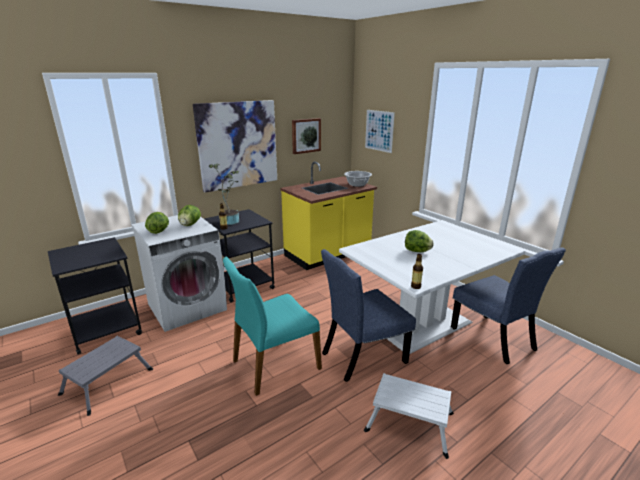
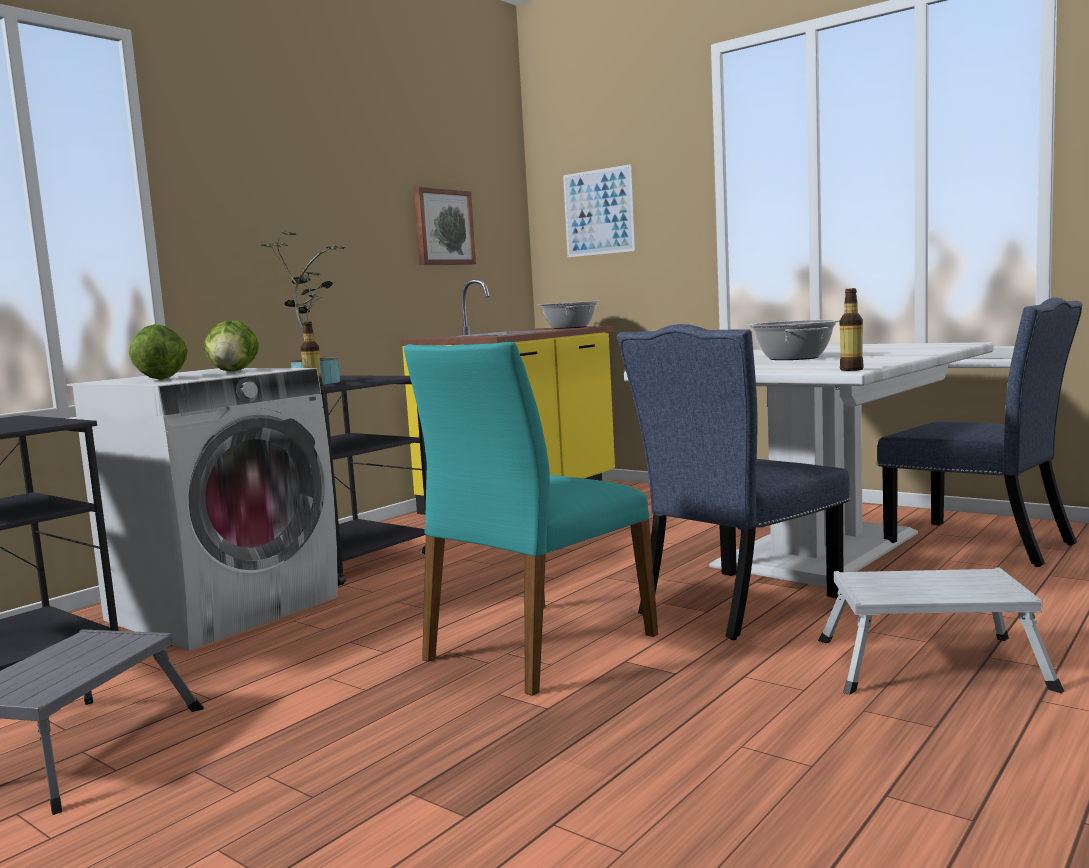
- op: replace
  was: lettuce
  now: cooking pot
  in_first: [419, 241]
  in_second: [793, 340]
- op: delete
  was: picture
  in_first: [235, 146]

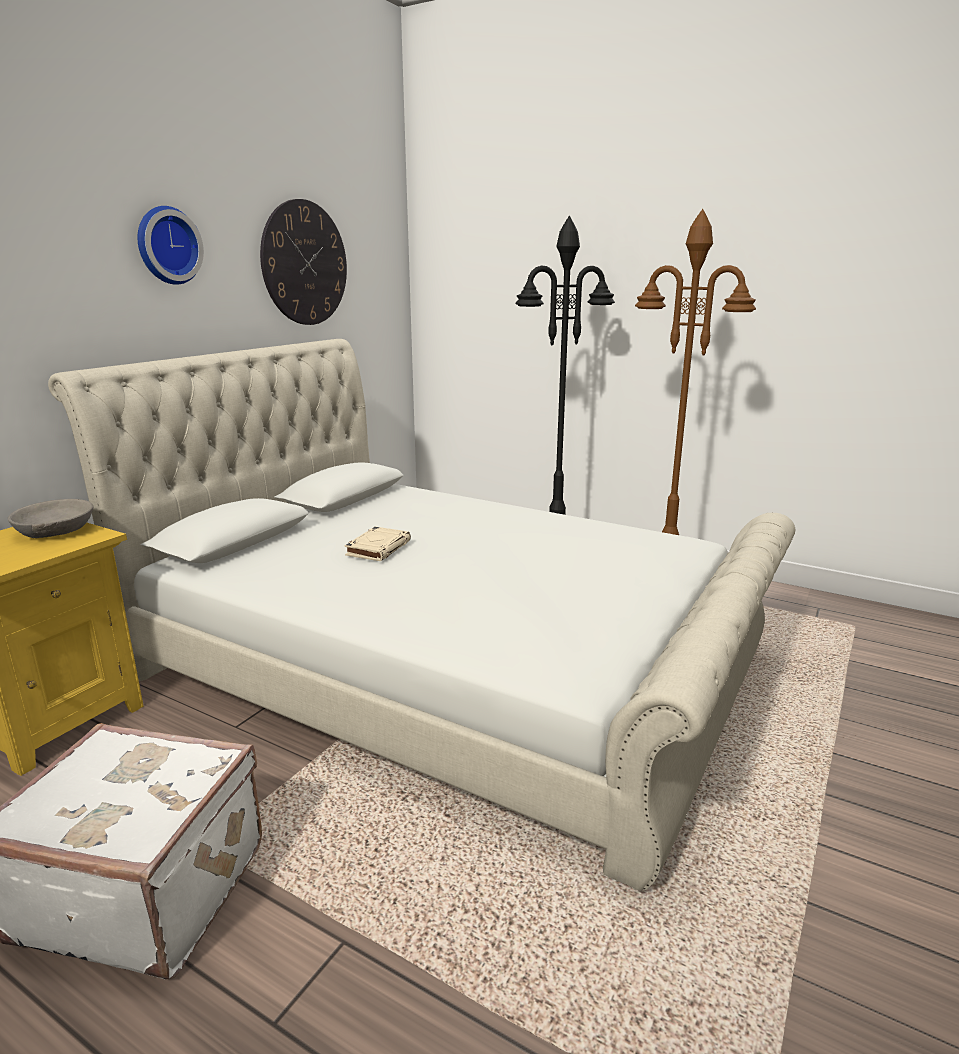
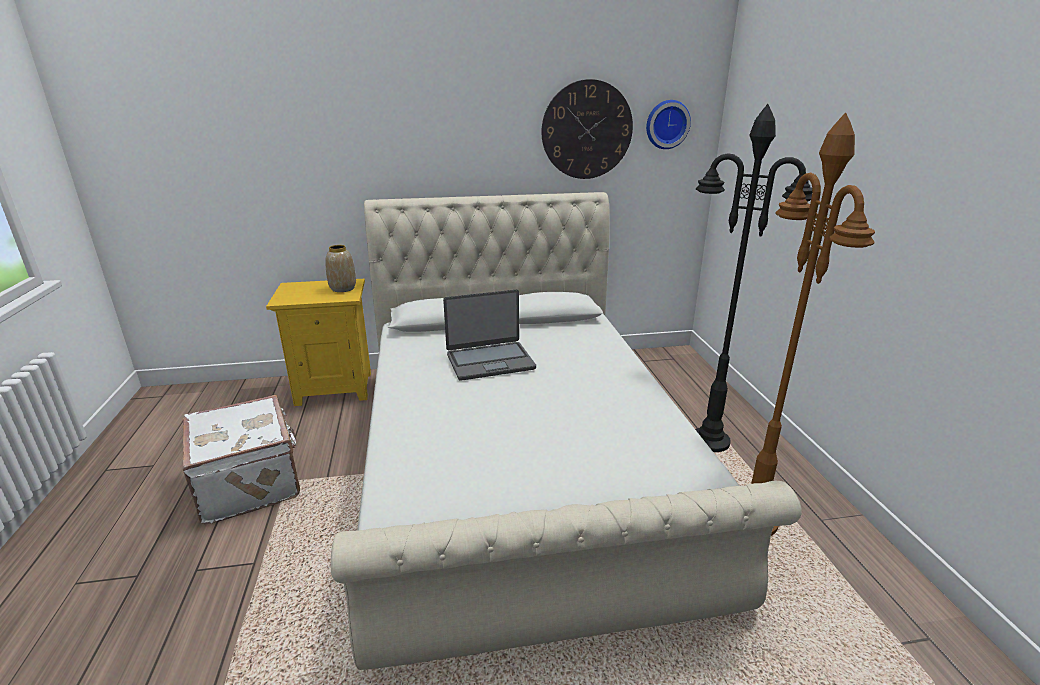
- op: replace
  was: bowl in grey
  now: vase
  in_first: [50, 518]
  in_second: [340, 268]
- op: replace
  was: book in beige
  now: laptop
  in_first: [378, 544]
  in_second: [489, 335]
- op: move
  was: wall clock
  in_first: [171, 245]
  in_second: [668, 124]

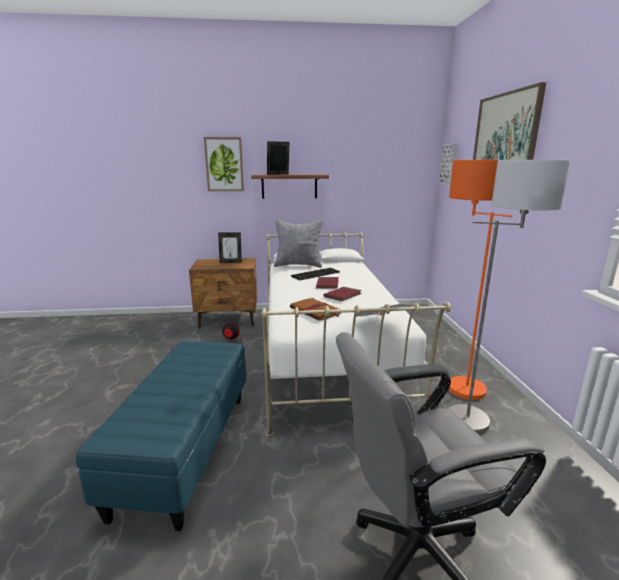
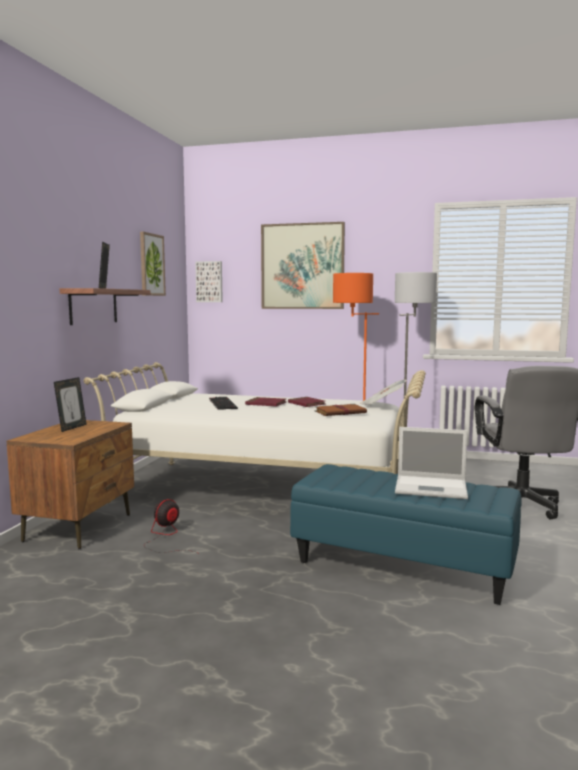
- op: move
  was: picture
  in_first: [224, 164]
  in_second: [153, 264]
- op: insert
  now: laptop
  in_second: [431, 463]
- op: delete
  was: pillow in grey
  in_first: [298, 244]

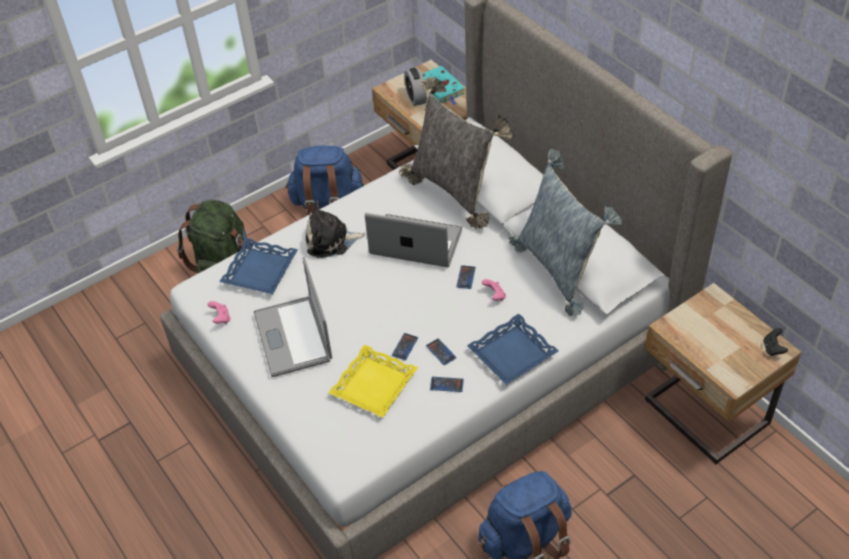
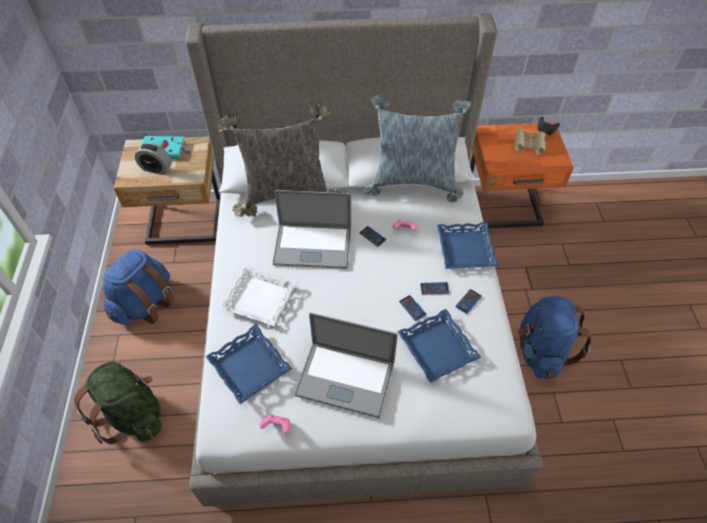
- op: replace
  was: plush toy
  now: tray in white
  in_first: [335, 229]
  in_second: [258, 295]
- op: rotate
  was: laptop
  in_first: [413, 240]
  in_second: [312, 229]
  clockwise: -135
- op: recolor
  was: tray in yellow
  now: tray in blue
  in_first: [373, 381]
  in_second: [439, 346]
- op: recolor
  was: nightstand in beige
  now: nightstand in orange
  in_first: [723, 373]
  in_second: [522, 175]
- op: insert
  now: binoculars in beige
  in_second: [529, 141]

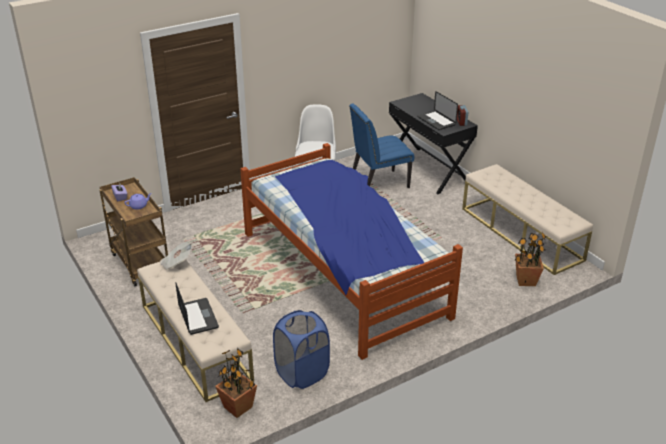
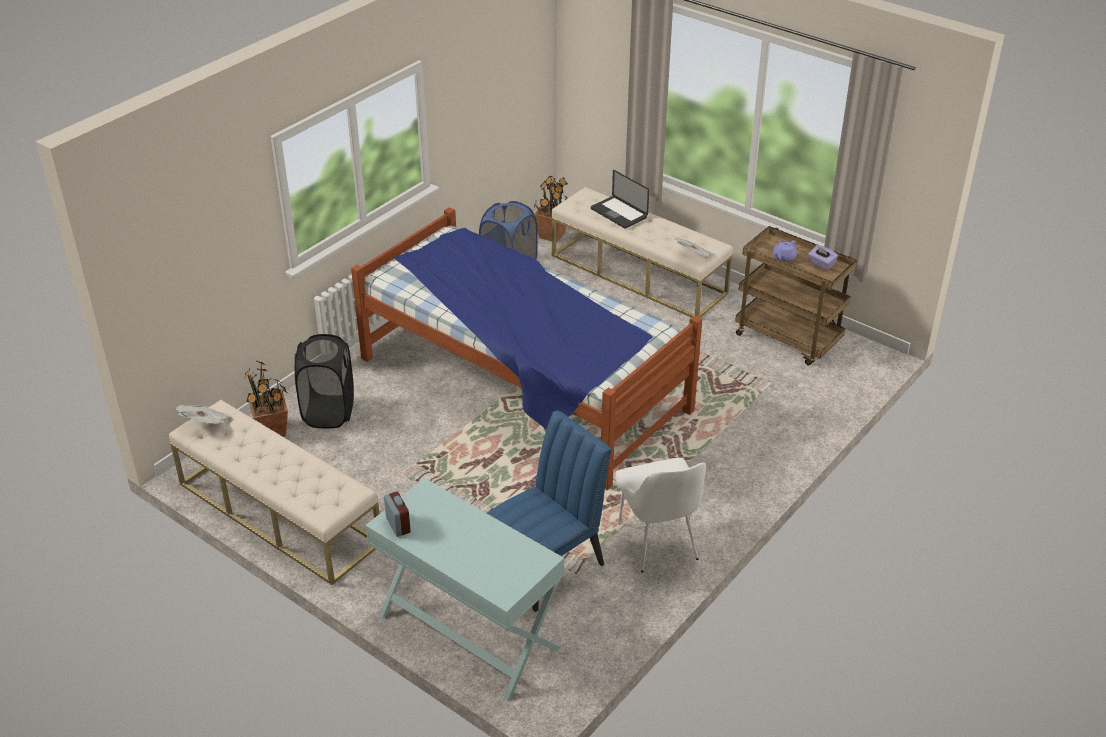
- op: insert
  now: newspaper
  in_second: [202, 414]
- op: insert
  now: laundry basket in black
  in_second: [324, 381]
- op: recolor
  was: desk in black
  now: desk in turquoise
  in_first: [433, 143]
  in_second: [464, 589]
- op: delete
  was: laptop
  in_first: [437, 110]

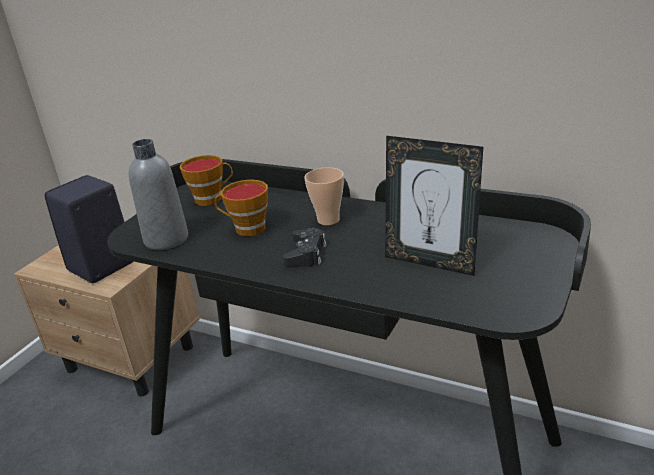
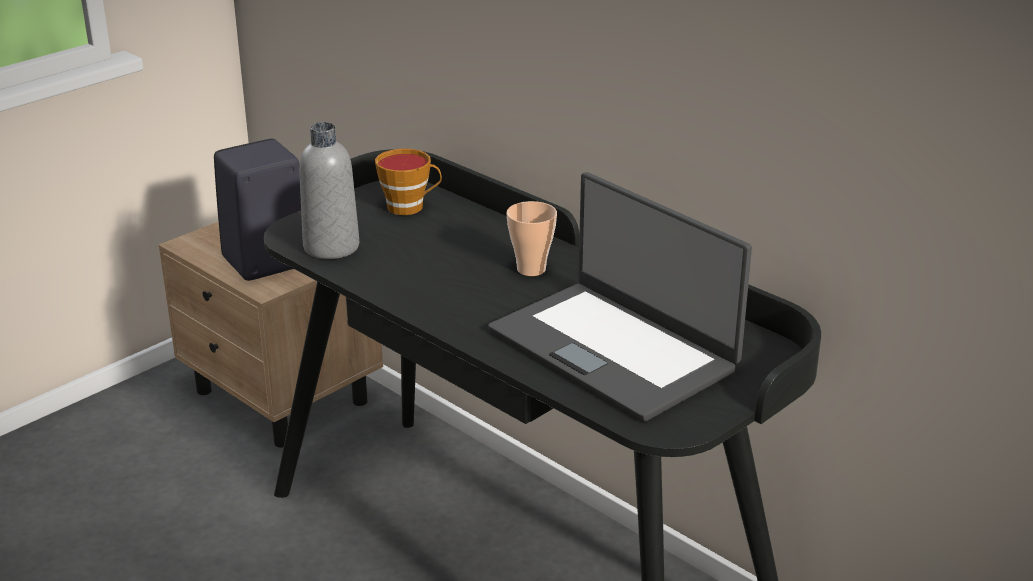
- op: replace
  was: picture frame
  now: laptop
  in_first: [434, 206]
  in_second: [620, 297]
- op: delete
  was: cup
  in_first: [241, 208]
- op: delete
  was: game controller in black
  in_first: [305, 247]

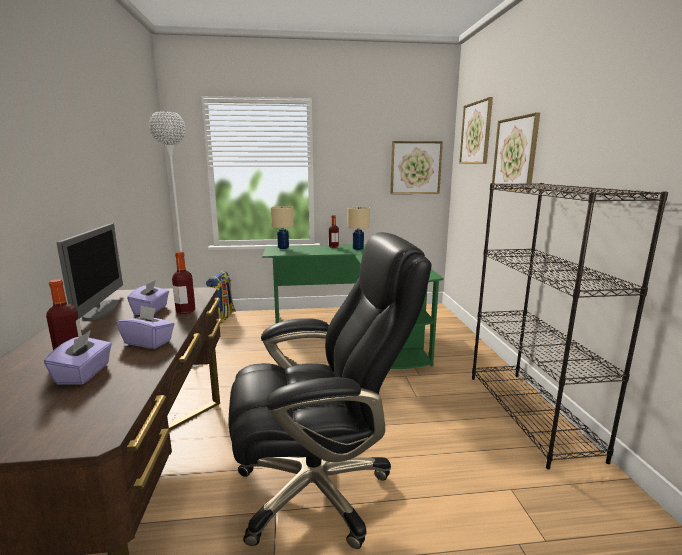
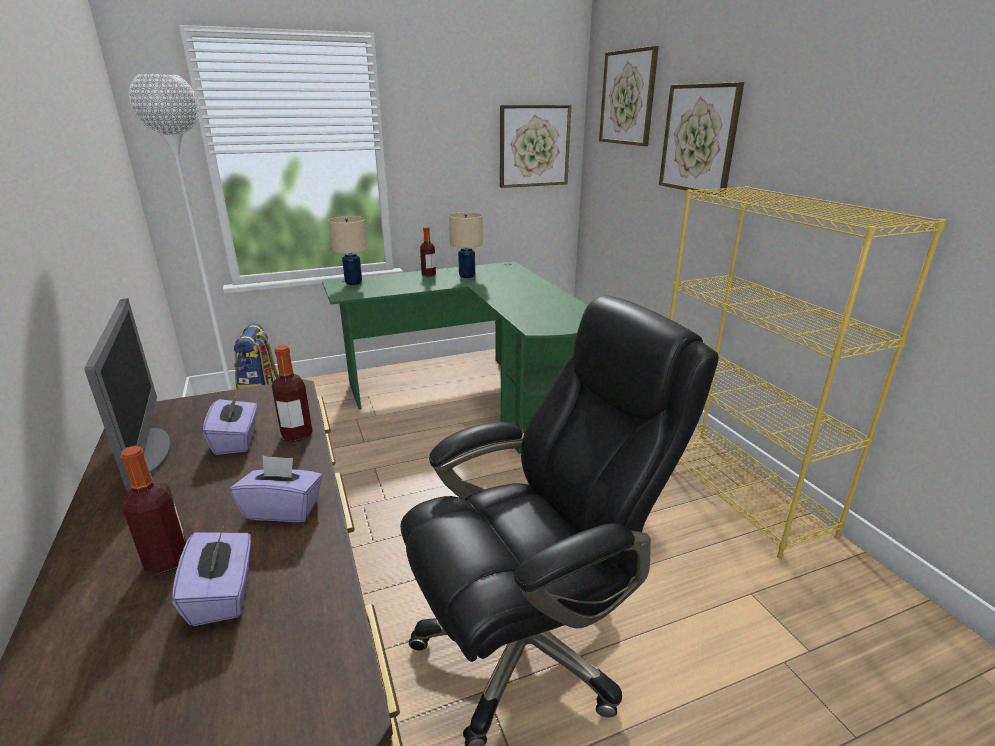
- op: recolor
  was: bookcase in black
  now: bookcase in yellow
  in_first: [570, 326]
  in_second: [807, 372]

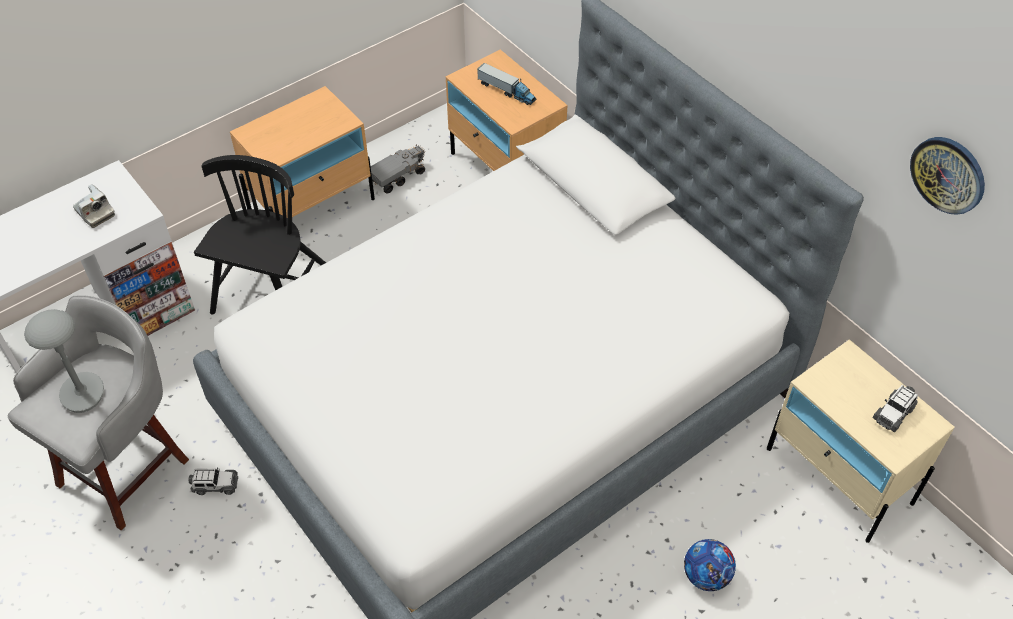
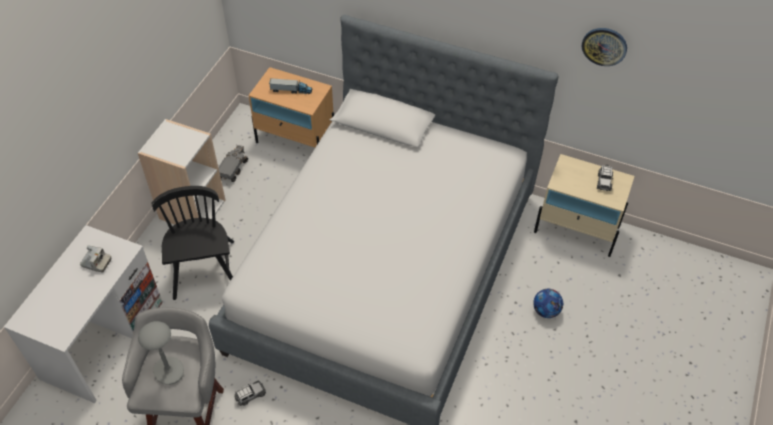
- op: replace
  was: nightstand in beige
  now: bookcase
  in_first: [302, 151]
  in_second: [182, 172]

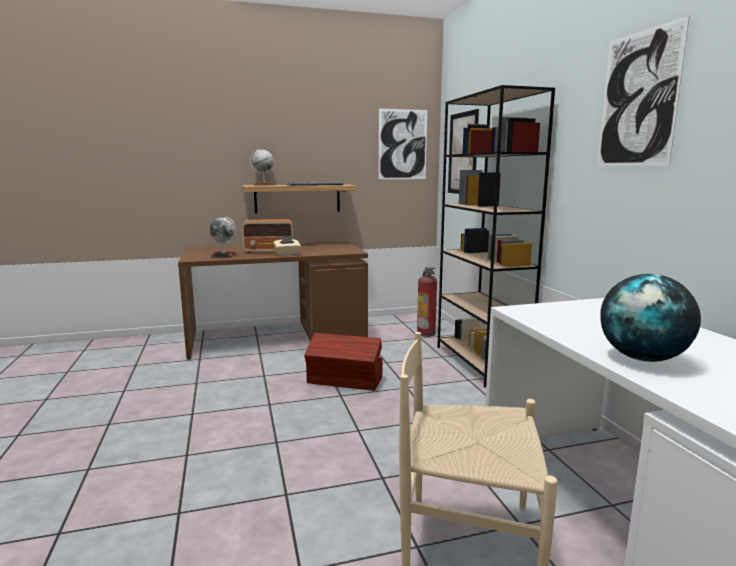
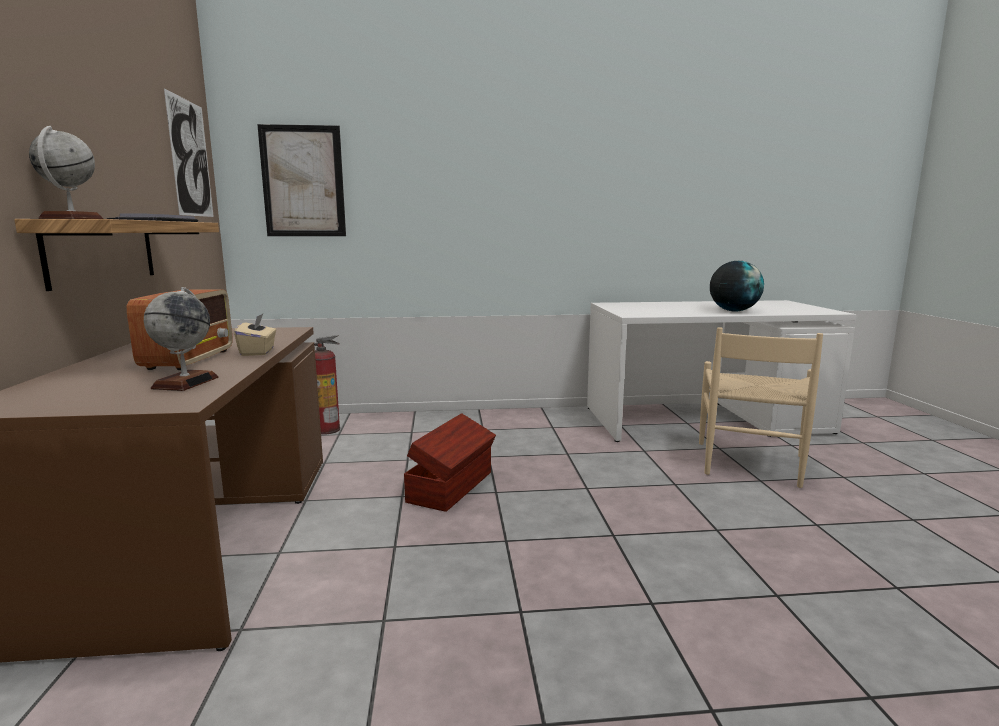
- op: delete
  was: bookcase in beige
  in_first: [496, 236]
- op: delete
  was: picture
  in_first: [643, 90]

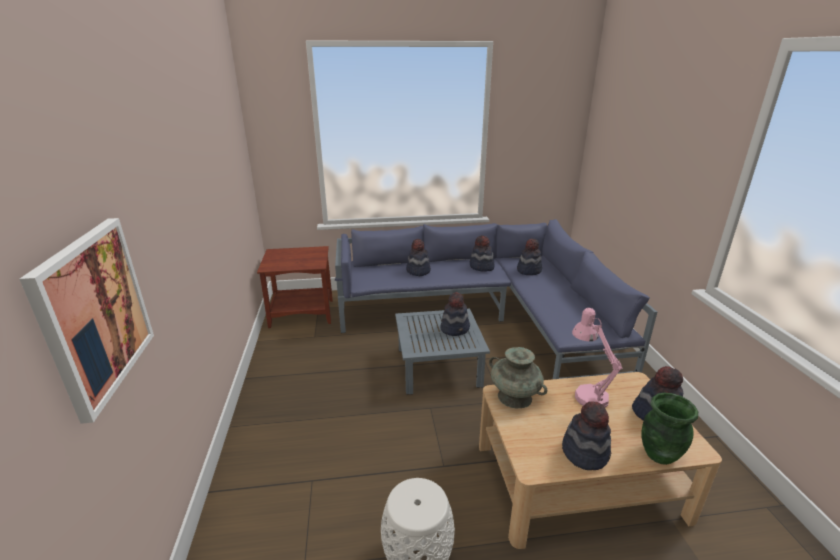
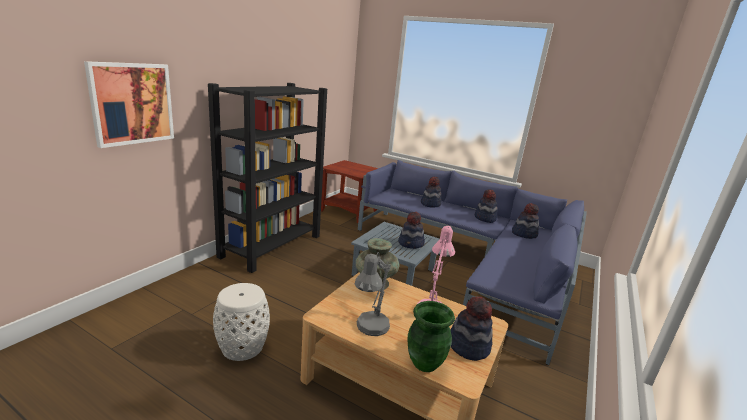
- op: insert
  now: bookcase in black
  in_second: [267, 178]
- op: replace
  was: hat
  now: table lamp in grey
  in_first: [586, 435]
  in_second: [373, 294]

